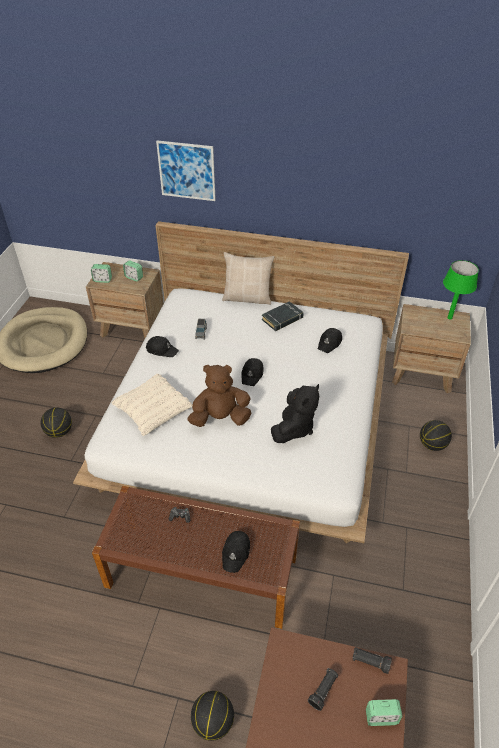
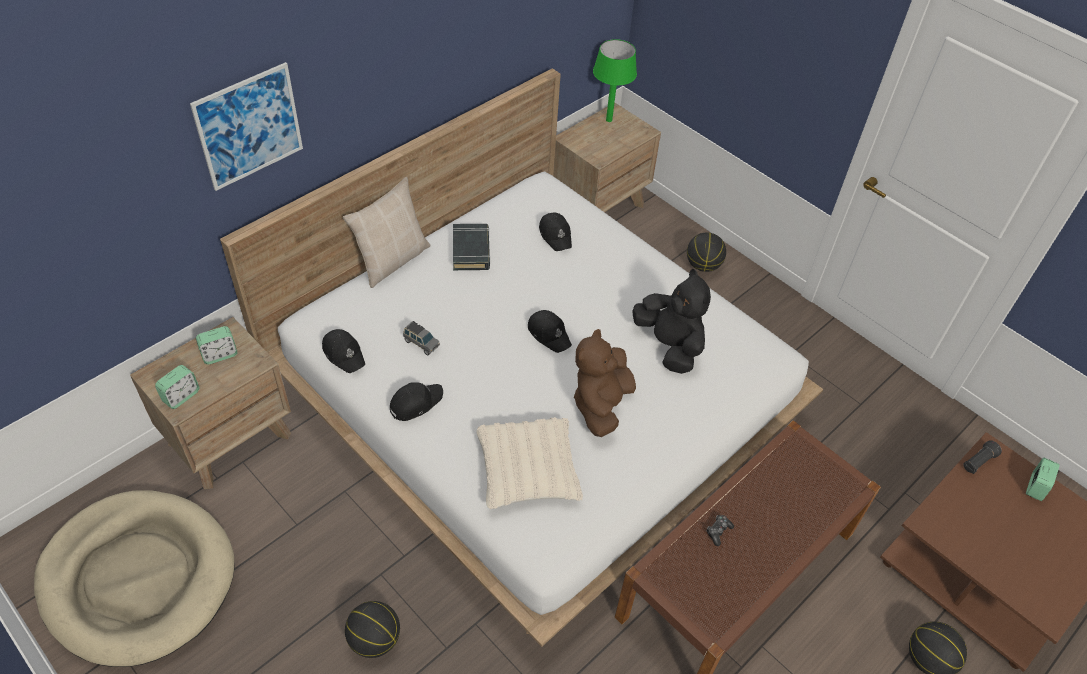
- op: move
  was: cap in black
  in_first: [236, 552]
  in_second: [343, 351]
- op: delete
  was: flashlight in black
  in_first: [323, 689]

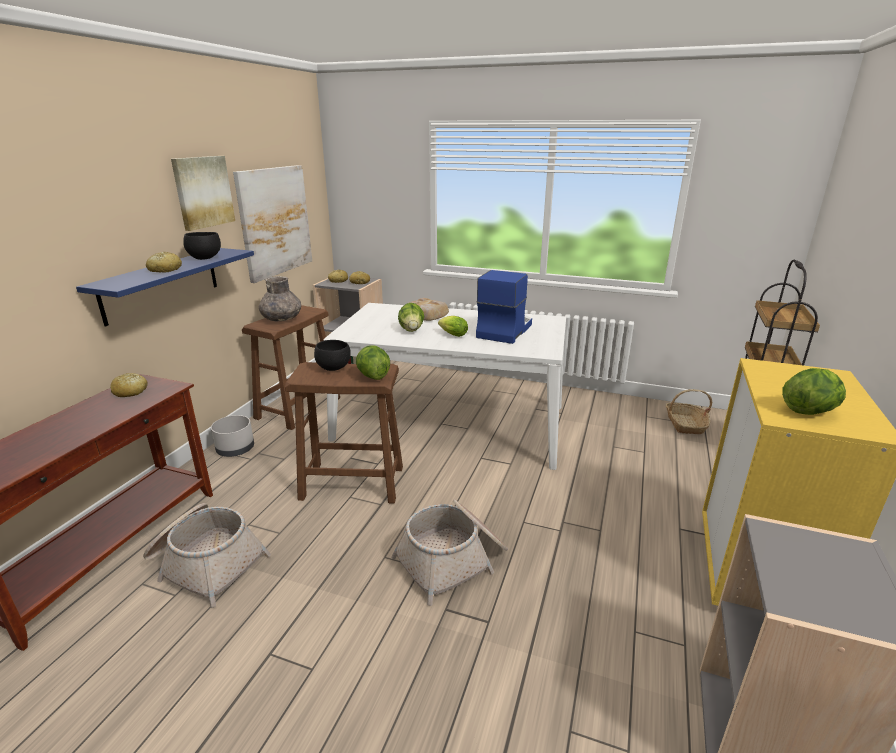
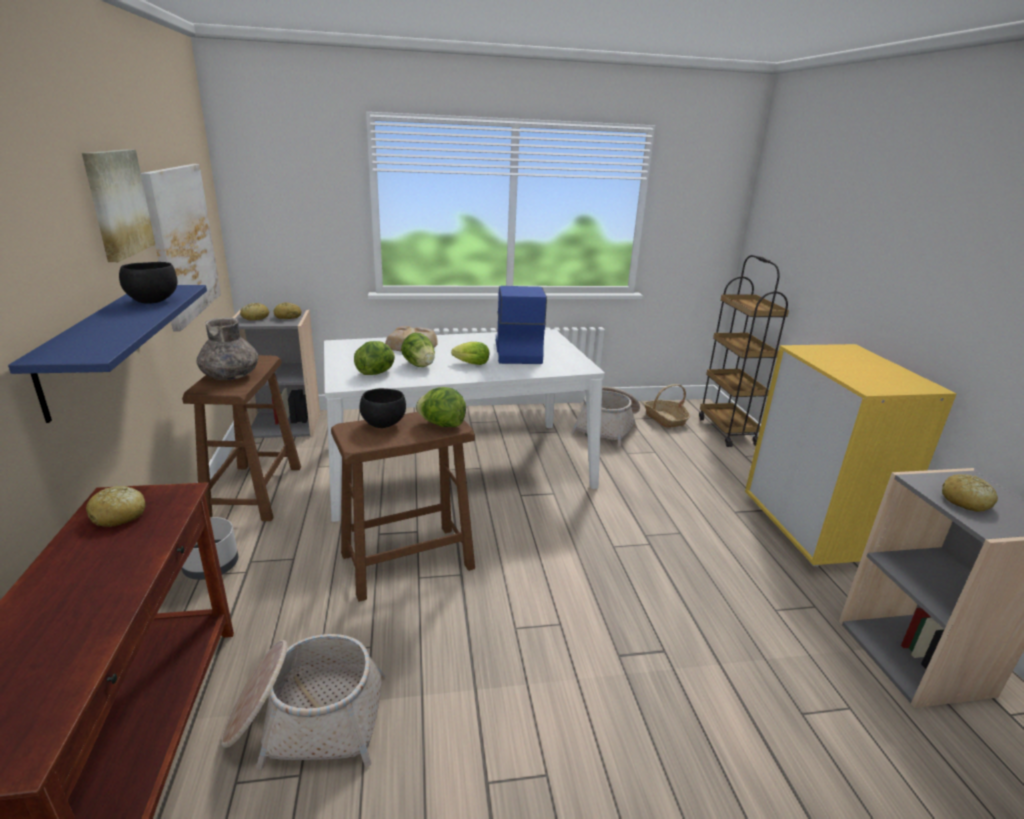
- op: move
  was: lettuce
  in_first: [814, 391]
  in_second: [374, 358]
- op: move
  was: basket
  in_first: [449, 552]
  in_second: [605, 417]
- op: move
  was: bread
  in_first: [164, 261]
  in_second: [970, 493]

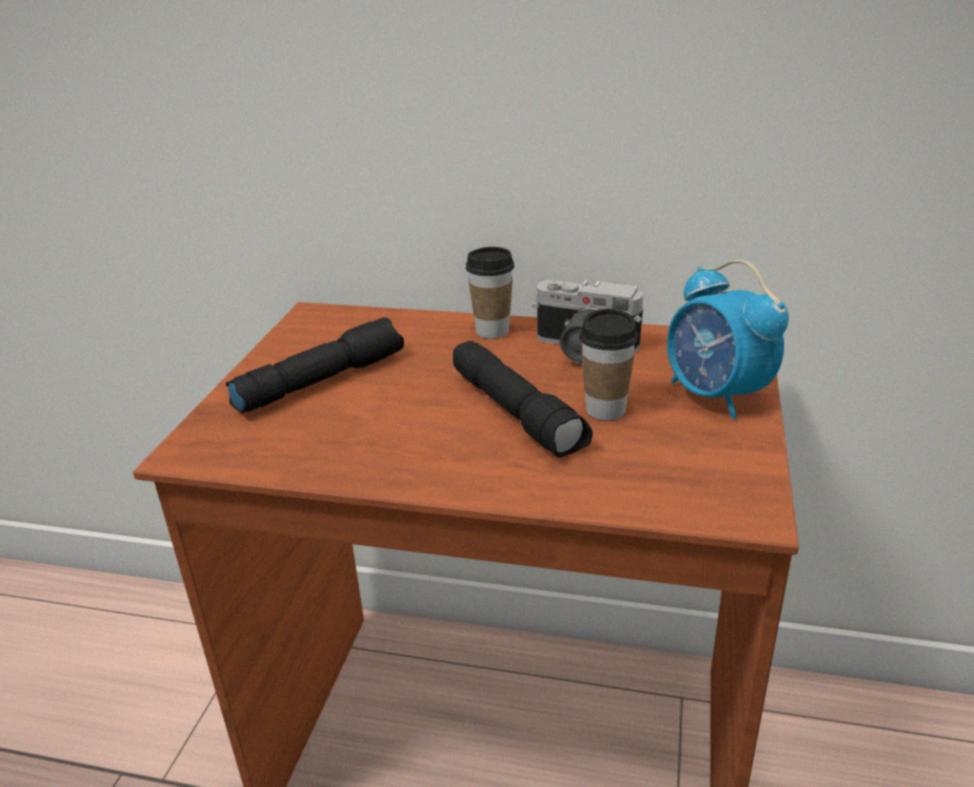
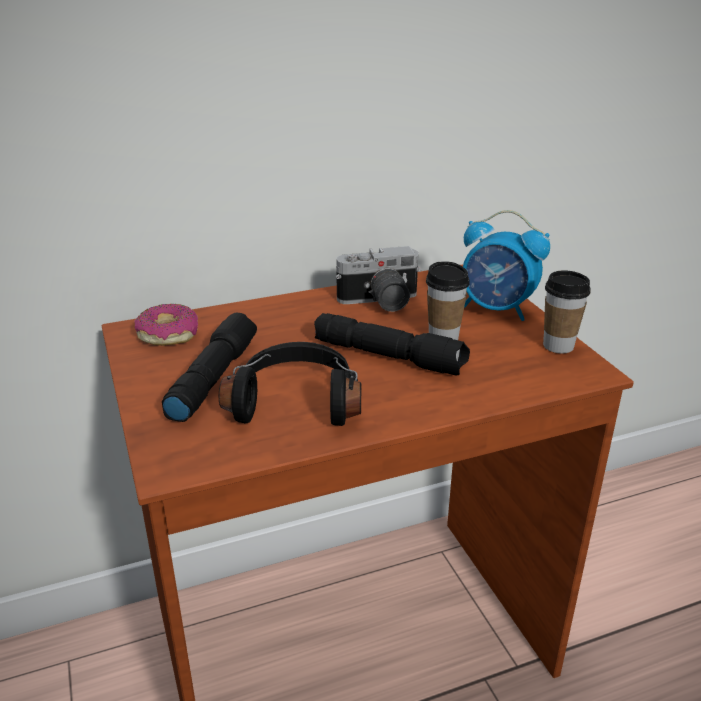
- op: insert
  now: donut
  in_second: [166, 325]
- op: insert
  now: headphones in black
  in_second: [290, 384]
- op: move
  was: cup
  in_first: [490, 293]
  in_second: [567, 312]

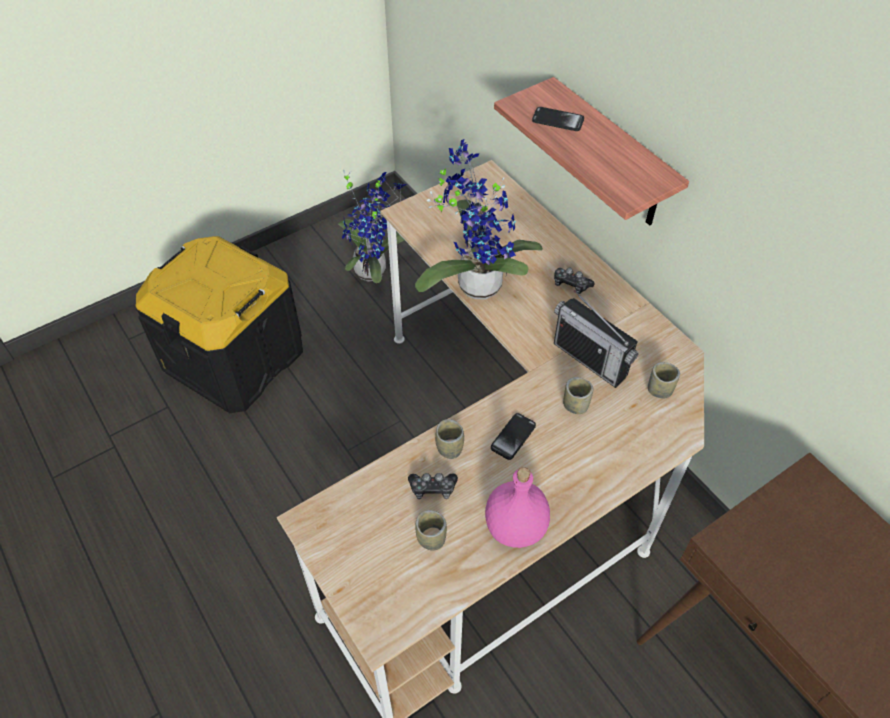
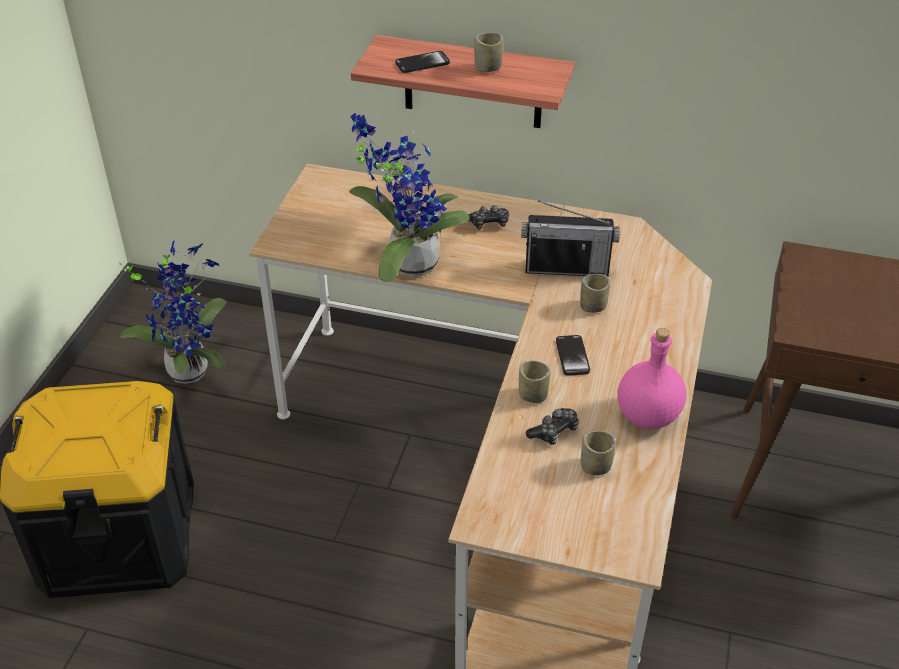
- op: move
  was: cup
  in_first: [664, 380]
  in_second: [488, 52]

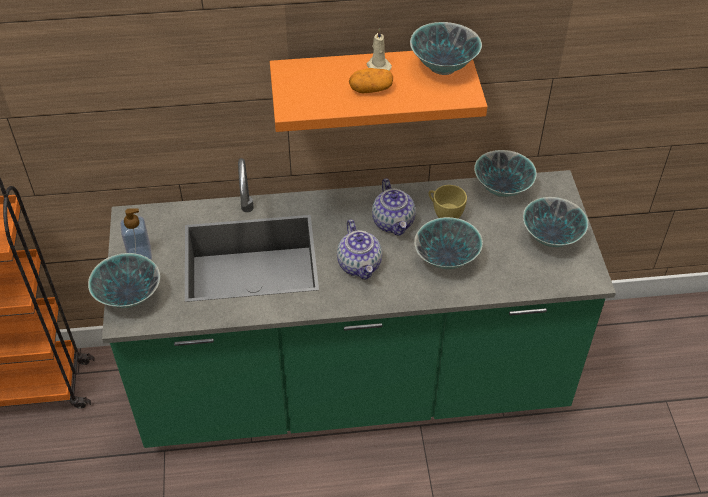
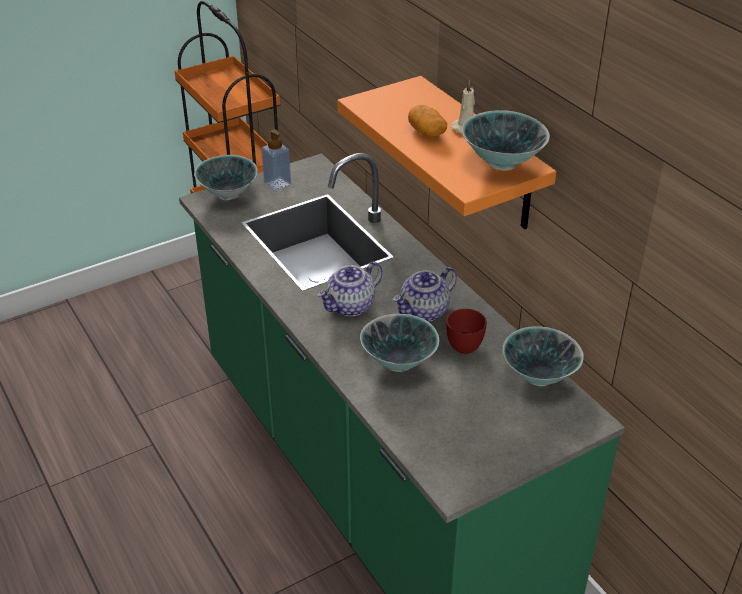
- op: recolor
  was: cup in yellow
  now: cup in red
  in_first: [448, 201]
  in_second: [466, 331]
- op: delete
  was: bowl
  in_first: [555, 222]

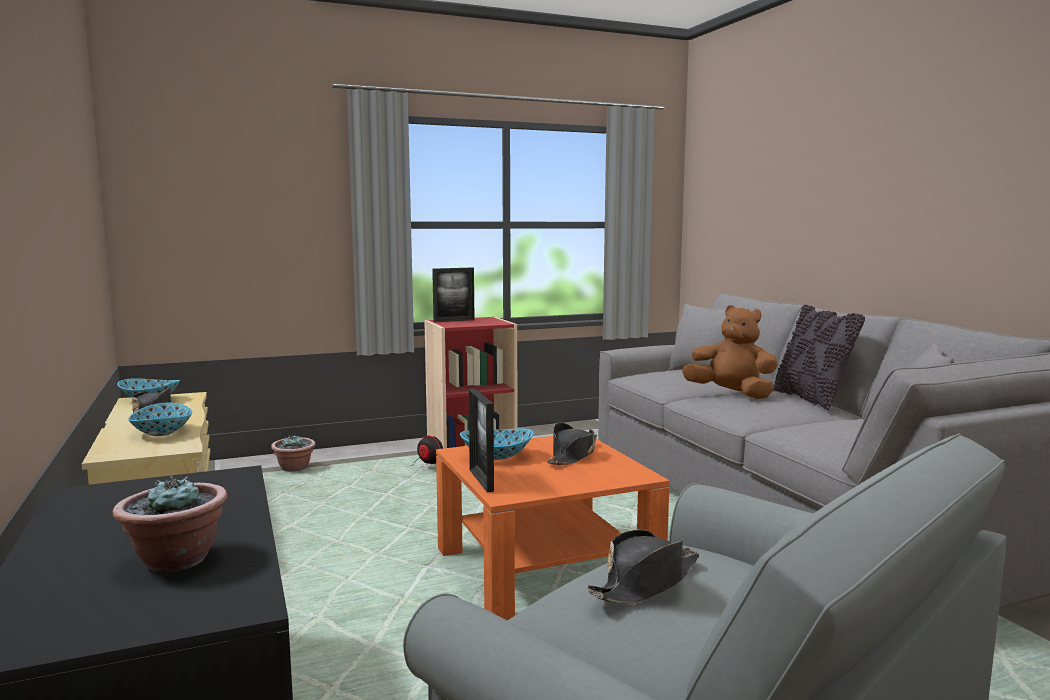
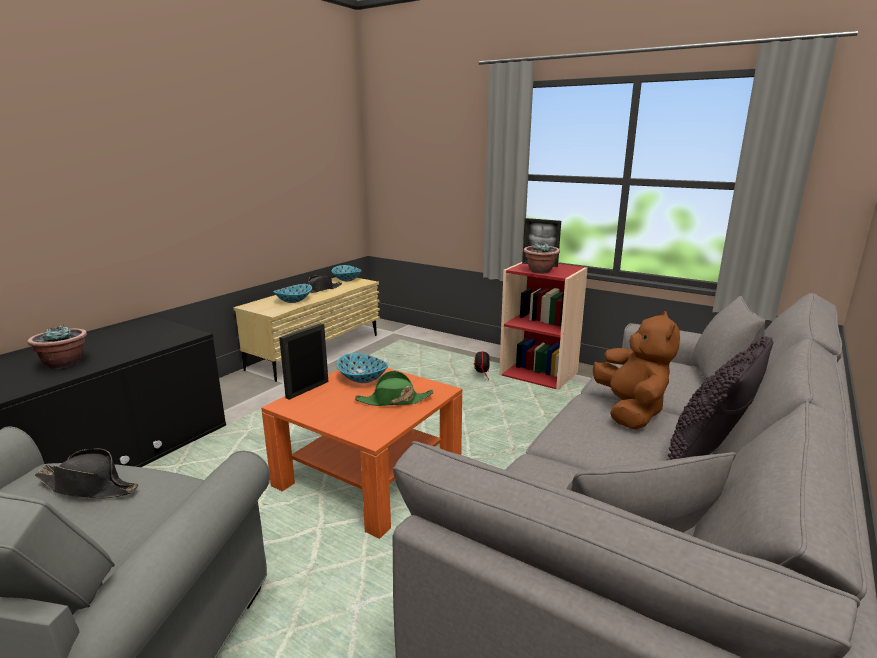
- op: recolor
  was: hat in black
  now: hat in green
  in_first: [572, 444]
  in_second: [394, 388]
- op: move
  was: potted plant
  in_first: [293, 453]
  in_second: [542, 257]

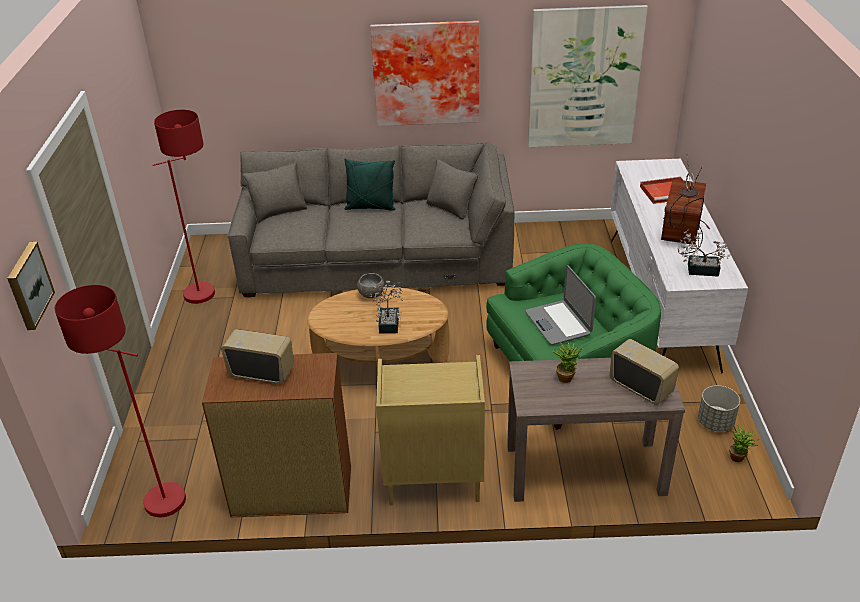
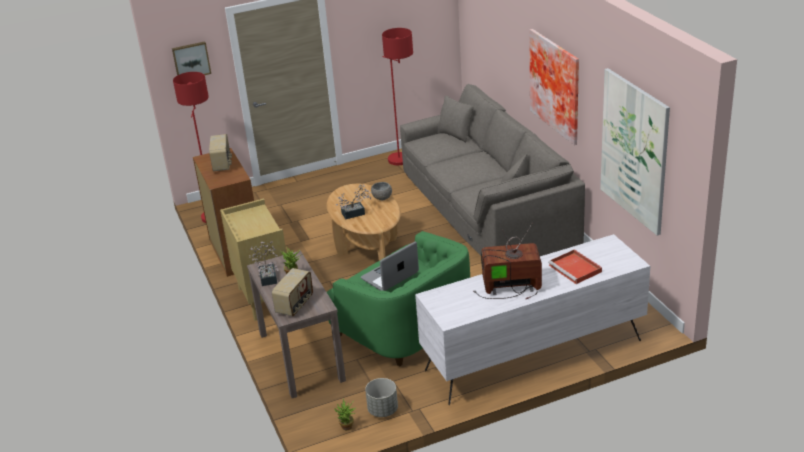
- op: move
  was: potted plant
  in_first: [704, 253]
  in_second: [264, 263]
- op: delete
  was: pillow in green
  in_first: [369, 184]

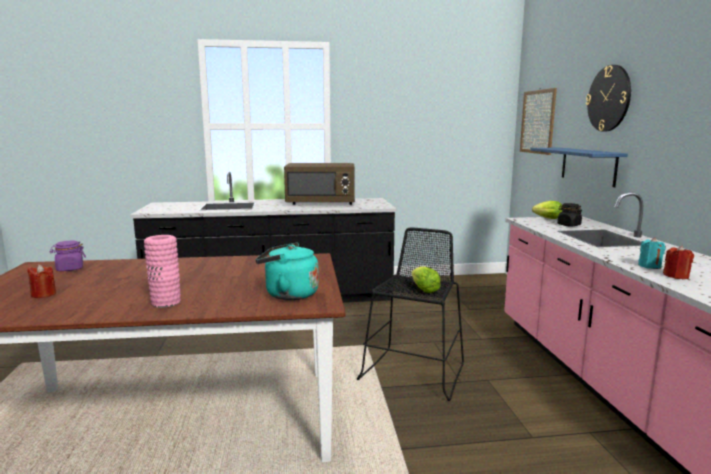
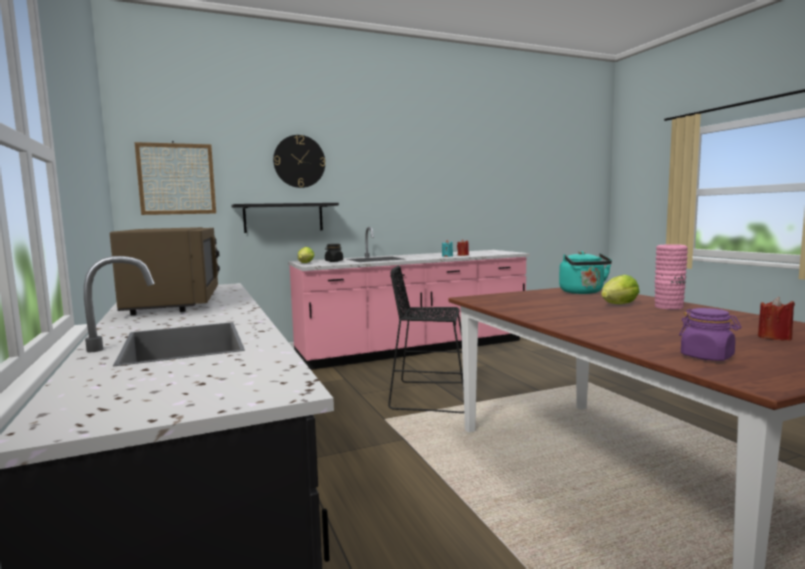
- op: recolor
  was: shelf in blue
  now: shelf in black
  in_first: [579, 167]
  in_second: [285, 218]
- op: move
  was: lettuce
  in_first: [426, 279]
  in_second: [620, 289]

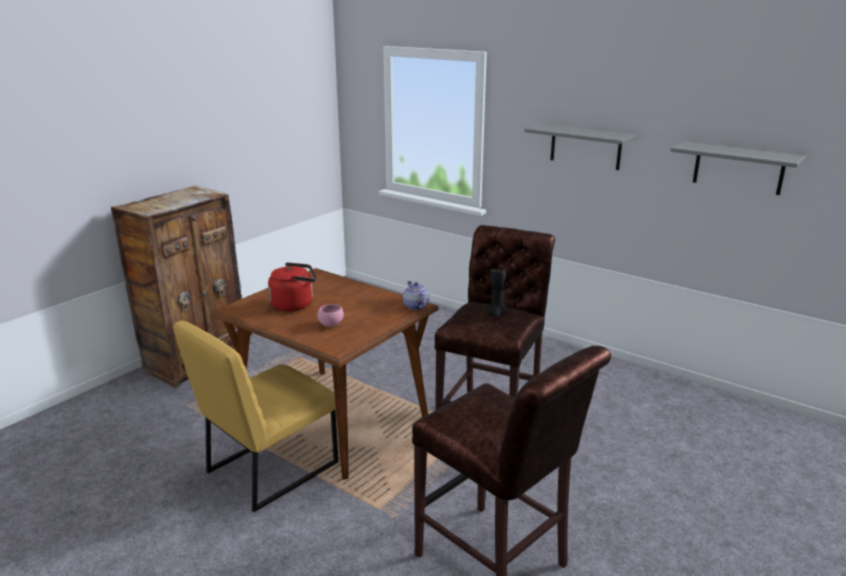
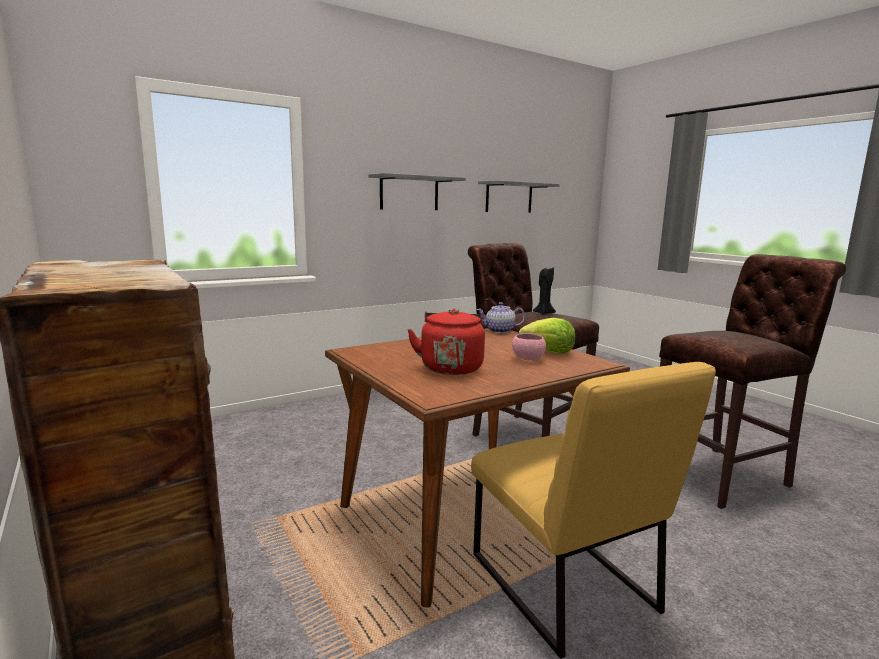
- op: insert
  now: lettuce
  in_second: [547, 336]

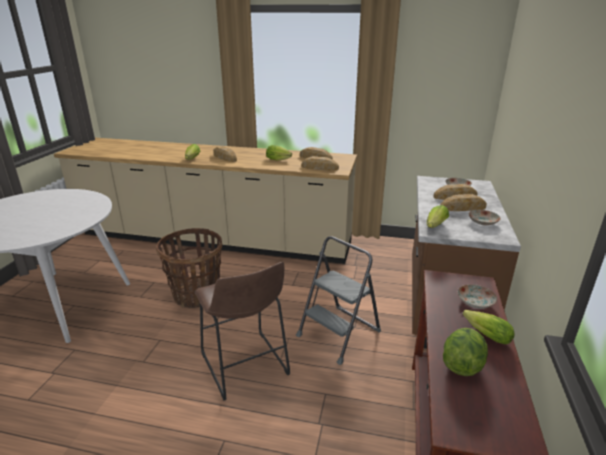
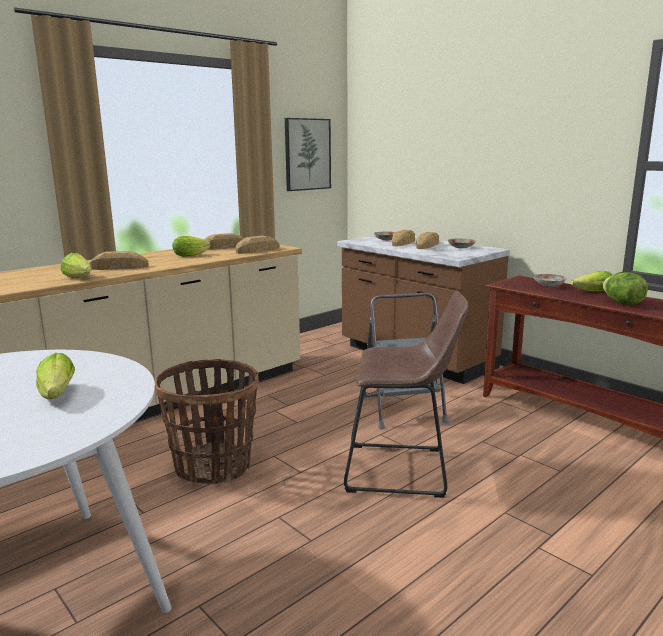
- op: move
  was: lettuce
  in_first: [438, 216]
  in_second: [55, 376]
- op: insert
  now: picture
  in_second: [308, 154]

